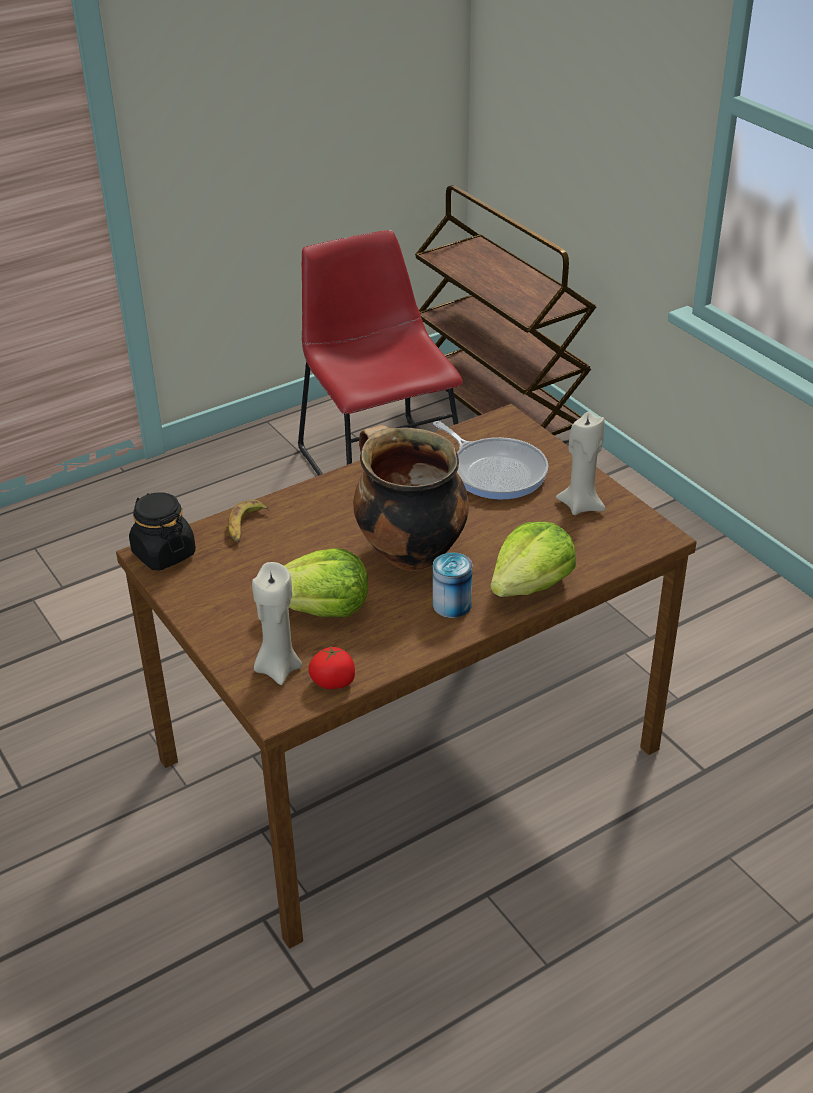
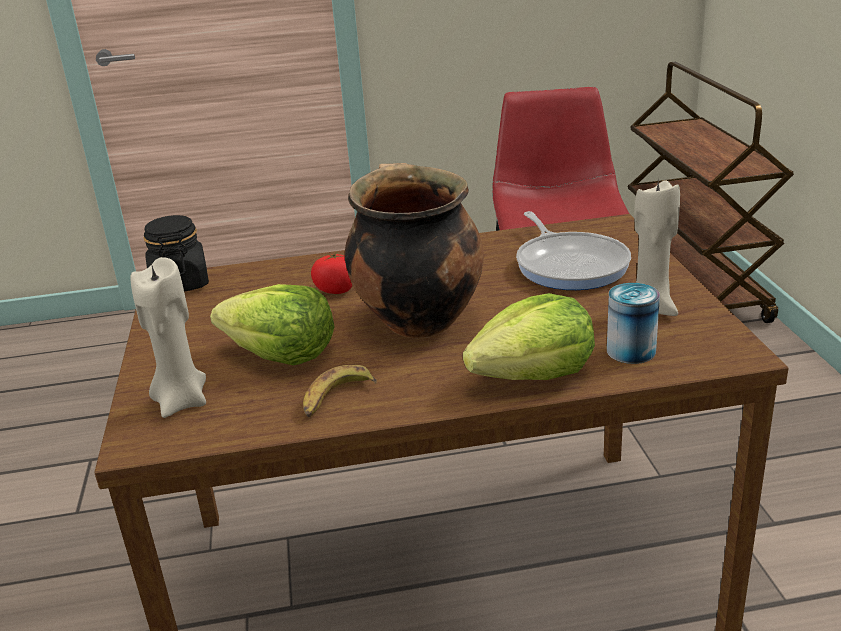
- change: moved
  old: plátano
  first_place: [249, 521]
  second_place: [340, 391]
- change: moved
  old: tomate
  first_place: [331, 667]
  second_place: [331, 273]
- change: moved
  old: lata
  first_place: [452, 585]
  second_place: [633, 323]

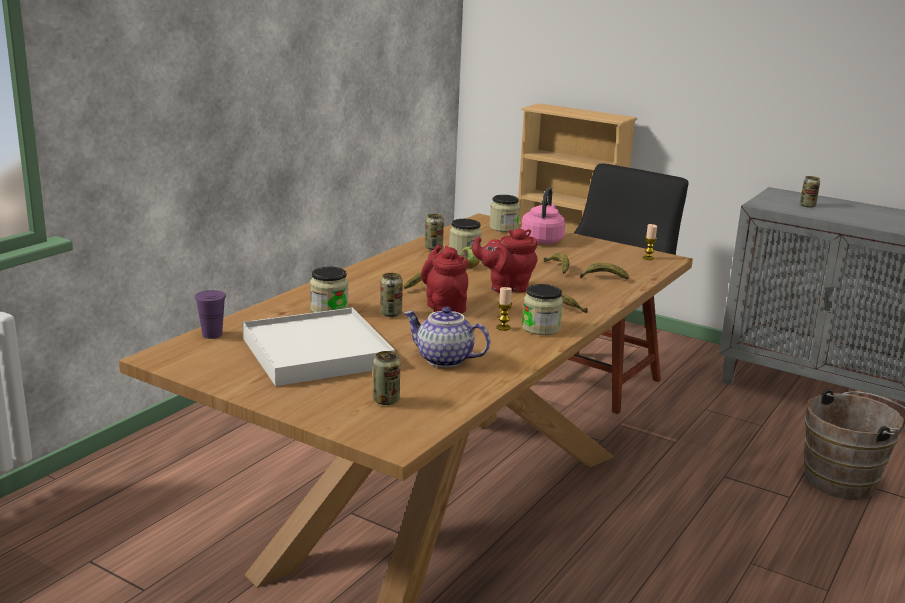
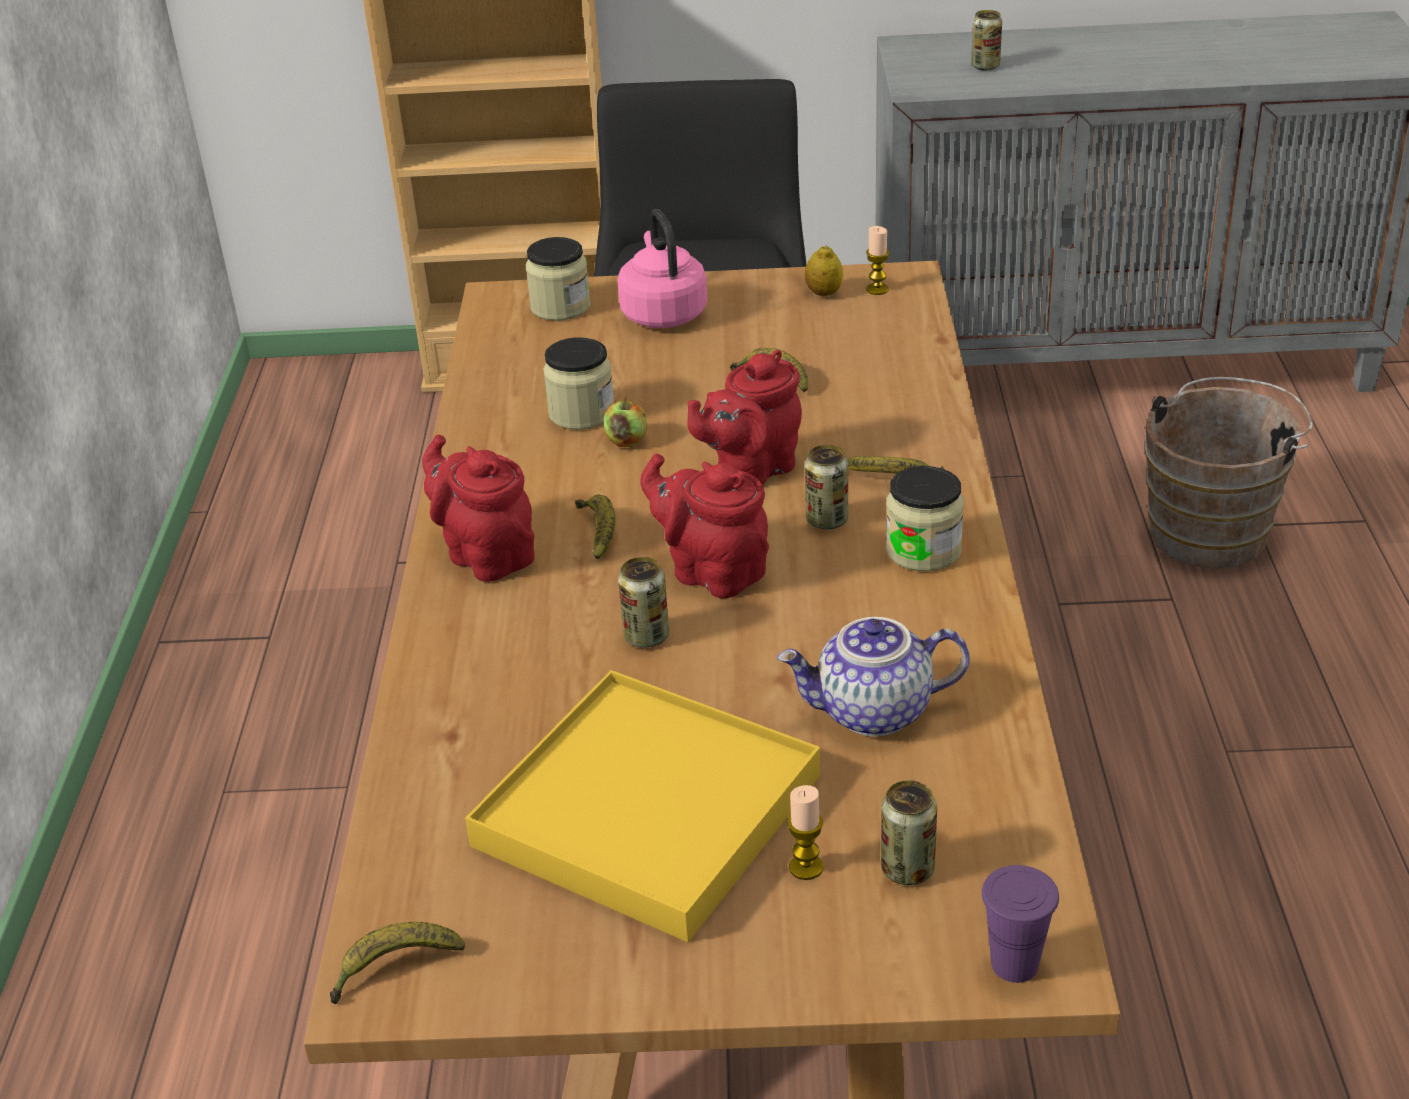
- change: removed
  old: tarro
  first_place: [329, 290]
- change: added
  new: tetera [rojo]
  second_place: [478, 508]
- change: added
  new: limón
  second_place: [824, 270]
- change: moved
  old: taza [morado]
  first_place: [210, 314]
  second_place: [1020, 924]
- change: moved
  old: lata
  first_place: [434, 232]
  second_place: [826, 487]
- change: moved
  old: vela
  first_place: [504, 309]
  second_place: [805, 832]
- change: moved
  old: plátano
  first_place: [604, 271]
  second_place: [397, 963]
- change: recoloured
  old: bandeja [blanco]
  new: bandeja [amarillo]
  first_place: [318, 347]
  second_place: [642, 806]

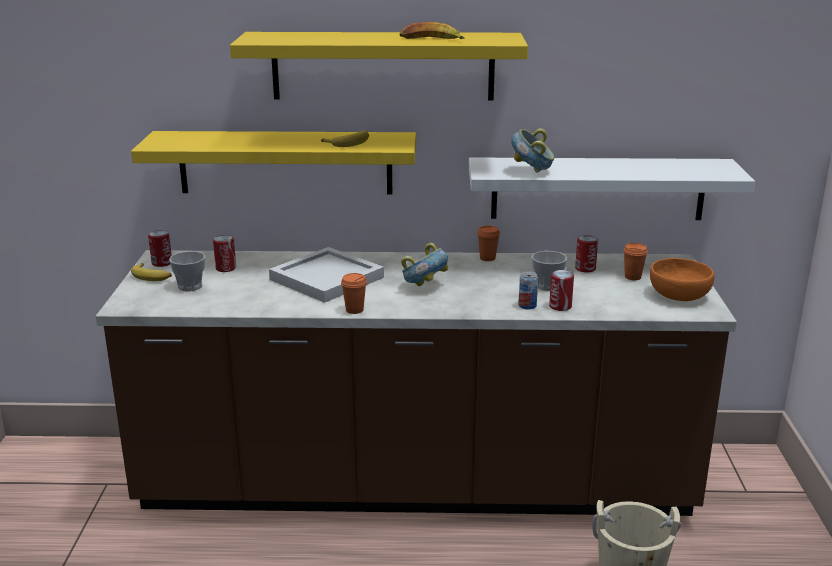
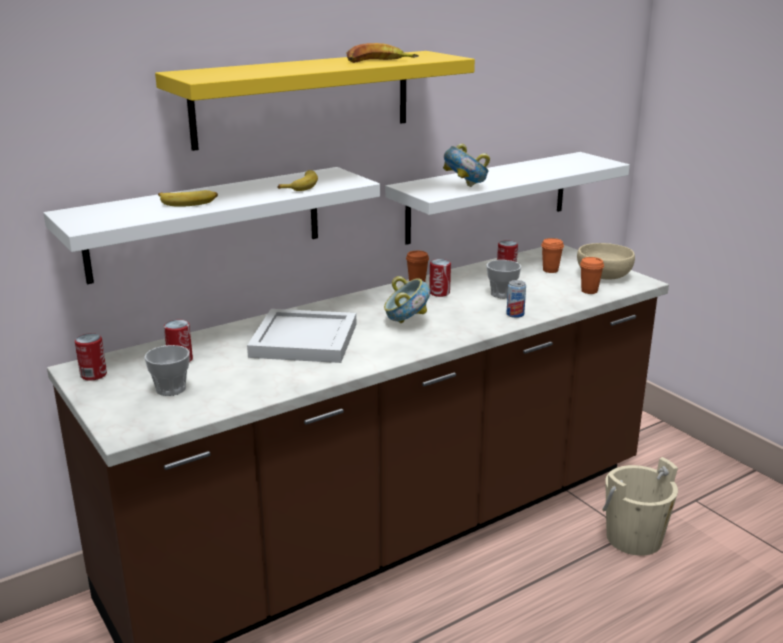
- change: moved
  old: plátano
  first_place: [151, 272]
  second_place: [188, 198]
- change: moved
  old: taza [naranja]
  first_place: [354, 293]
  second_place: [592, 275]
- change: moved
  old: lata
  first_place: [561, 290]
  second_place: [440, 278]
- change: recoloured
  old: estante [amarillo]
  new: estante [blanco]
  first_place: [273, 163]
  second_place: [212, 225]
- change: recoloured
  old: cuenco [naranja]
  new: cuenco [beis]
  first_place: [682, 279]
  second_place: [606, 261]

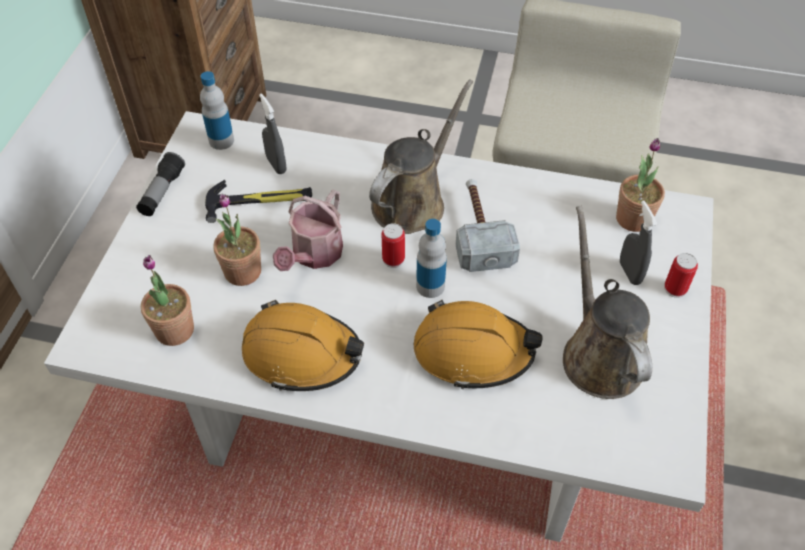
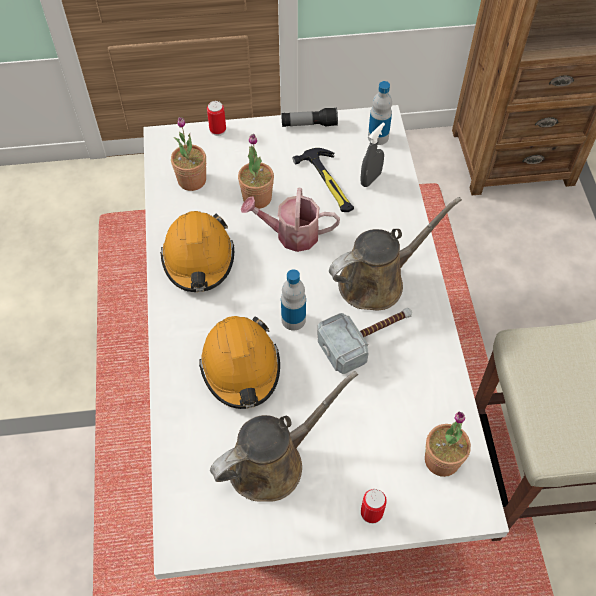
- change: removed
  old: pulverizador [gris]
  first_place: [638, 242]
- change: moved
  old: lata
  first_place: [393, 245]
  second_place: [216, 118]
- change: turned
  old: regadera [marrón]
  first_place: [421, 156]
  second_place: [395, 254]
  degrees: -45

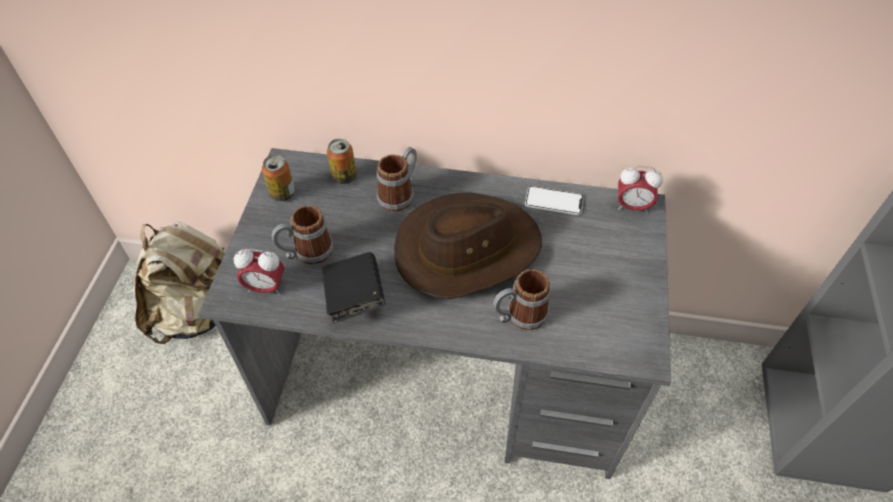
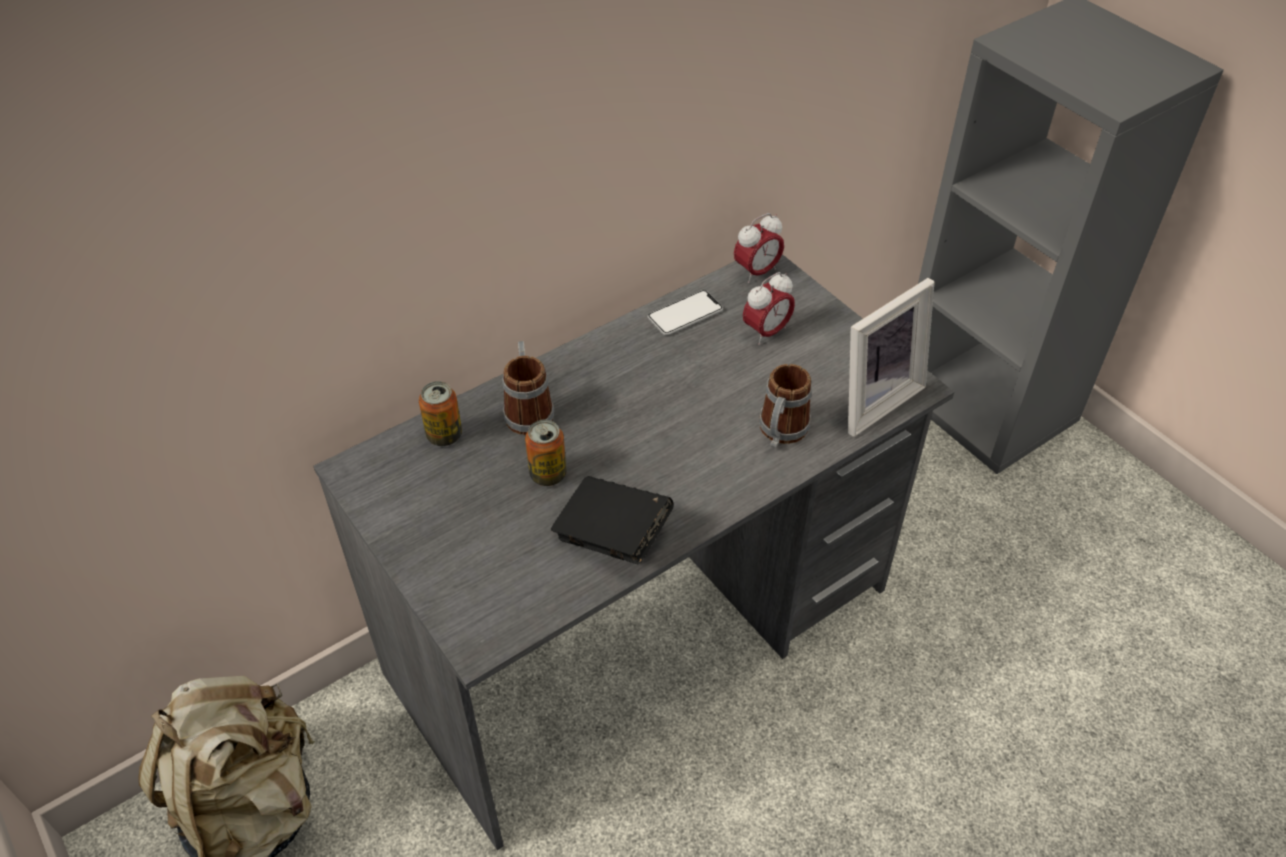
- change: removed
  old: taza grande
  first_place: [303, 234]
- change: removed
  old: sombrero [marrón]
  first_place: [468, 245]
- change: added
  new: portarretratos
  second_place: [891, 357]
- change: moved
  old: despertador
  first_place: [259, 272]
  second_place: [769, 308]
- change: moved
  old: lata
  first_place: [278, 178]
  second_place: [546, 453]

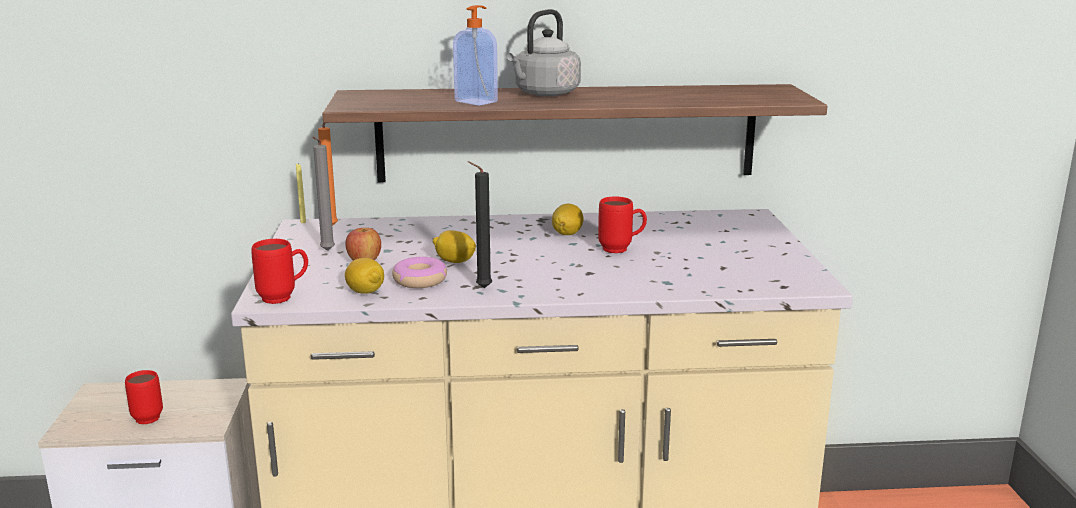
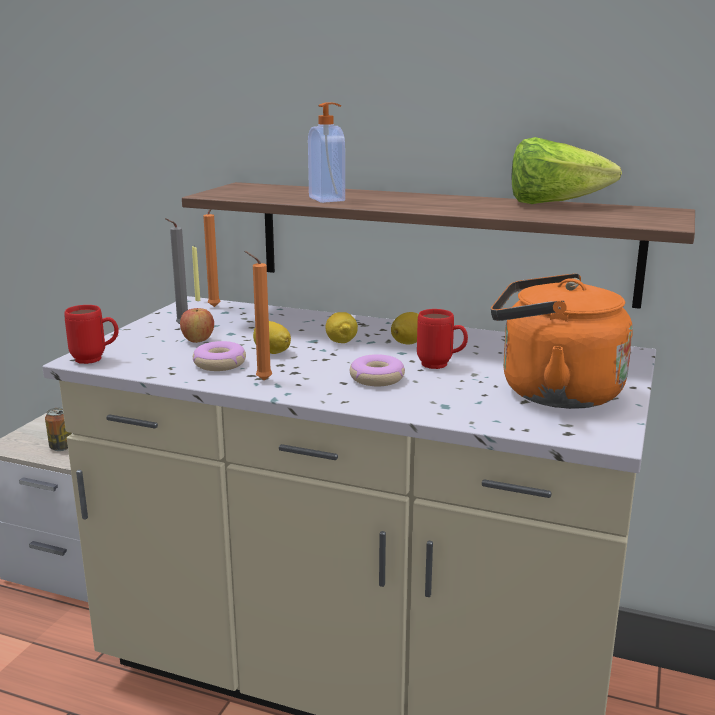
- change: removed
  old: hervidor [gris]
  first_place: [544, 52]
- change: added
  new: rosquilla
  second_place: [377, 370]
- change: added
  new: hervidor [naranja]
  second_place: [562, 341]
- change: added
  new: lechuga
  second_place: [566, 170]
- change: moved
  old: limón
  first_place: [364, 276]
  second_place: [341, 327]
- change: replaced
  old: taza grande [rojo]
  new: lata
  first_place: [144, 397]
  second_place: [58, 429]
- change: recoloured
  old: vela [negro]
  new: vela [naranja]
  first_place: [480, 224]
  second_place: [258, 316]

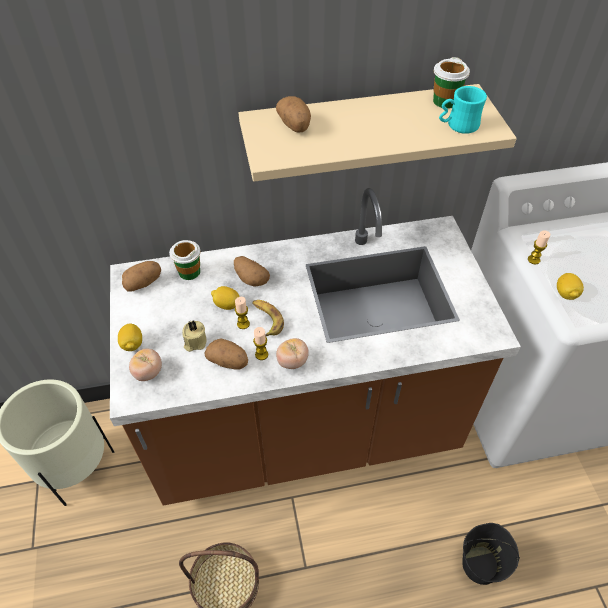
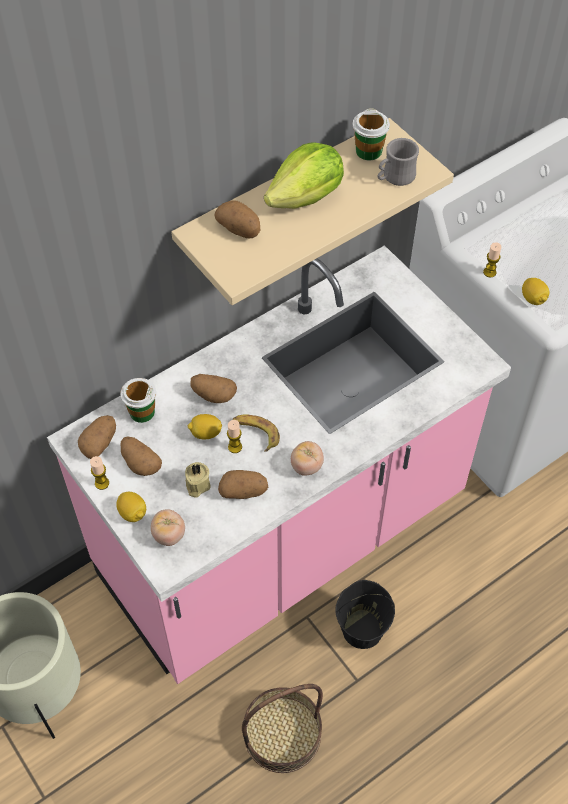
- change: added
  new: patata
  second_place: [141, 456]
- change: added
  new: lechuga
  second_place: [304, 175]
- change: moved
  old: vela
  first_place: [260, 343]
  second_place: [99, 473]
- change: moved
  old: cubo [negro]
  first_place: [491, 554]
  second_place: [365, 614]
- change: recoloured
  old: mueble bajo de cocina [marrón]
  new: mueble bajo de cocina [rosa]
  first_place: [315, 347]
  second_place: [279, 464]
- change: recoloured
  old: taza grande [turquesa]
  new: taza grande [gris]
  first_place: [463, 110]
  second_place: [398, 162]

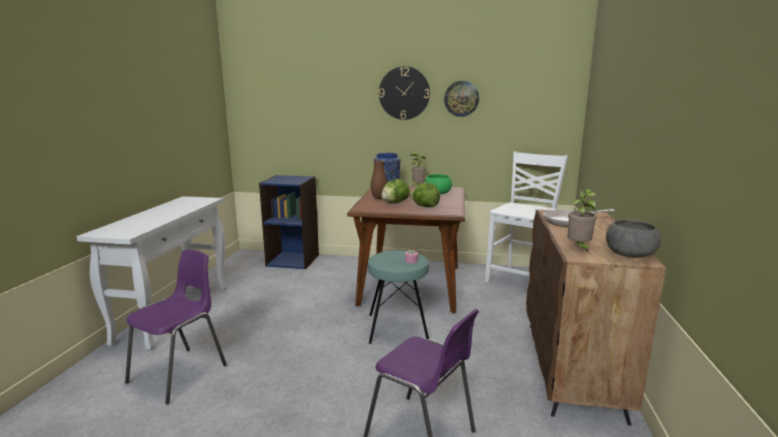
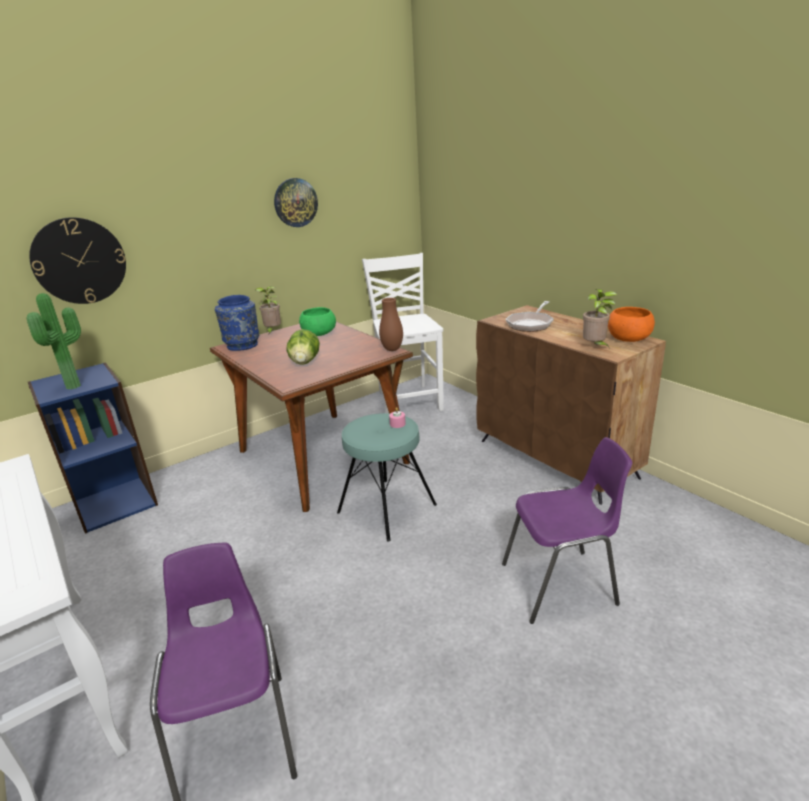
- change: removed
  old: lechuga
  first_place: [425, 194]
- change: added
  new: planta en maceta
  second_place: [54, 341]
- change: moved
  old: florero [marrón]
  first_place: [378, 179]
  second_place: [391, 324]
- change: moved
  old: reloj de pared
  first_place: [404, 93]
  second_place: [77, 260]
- change: recoloured
  old: cuenco [gris]
  new: cuenco [naranja]
  first_place: [633, 239]
  second_place: [631, 324]

